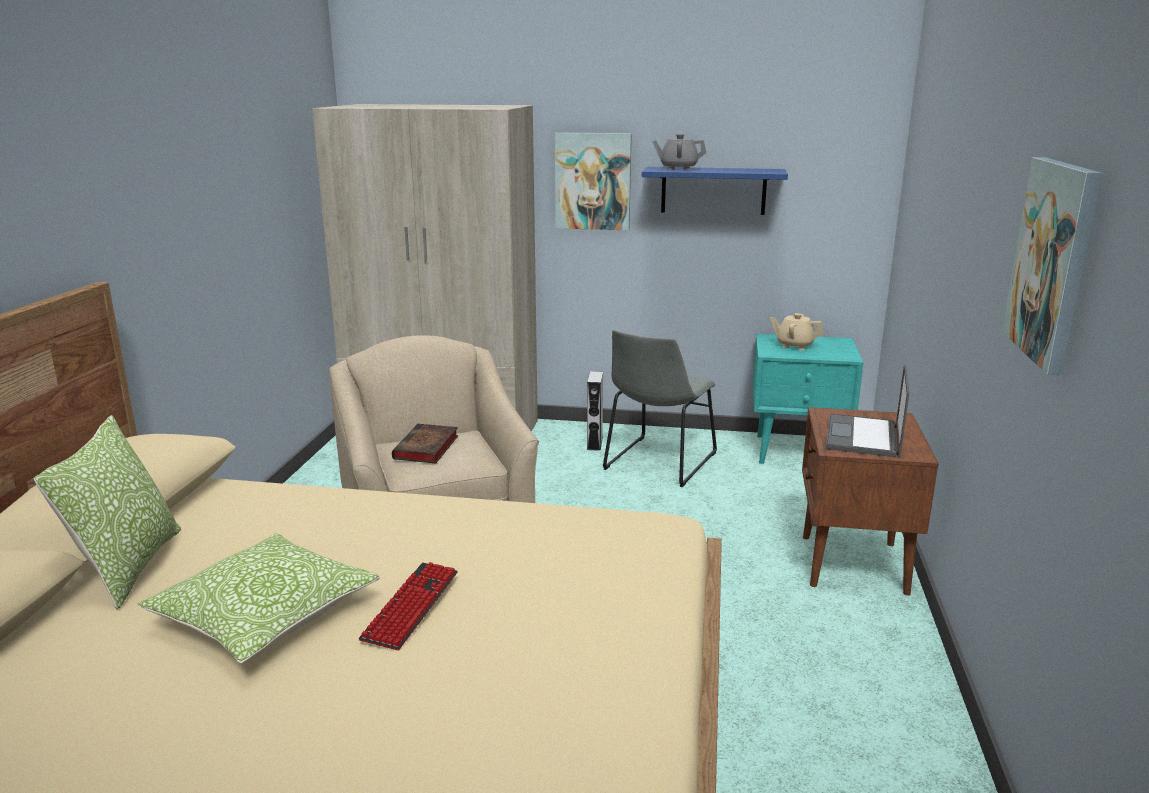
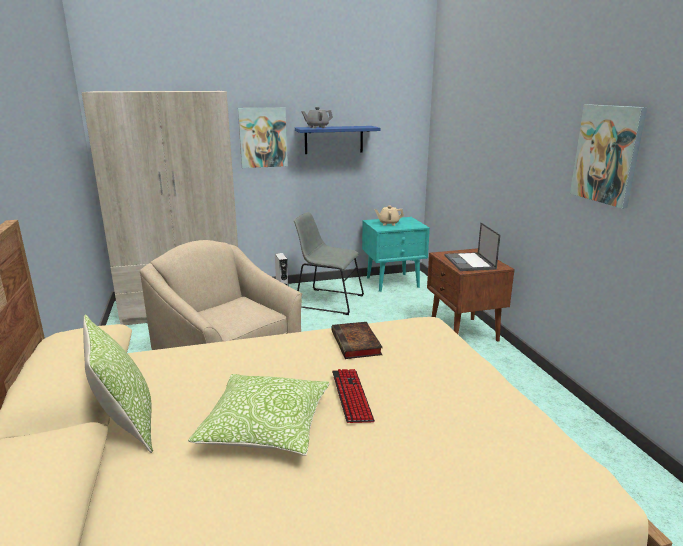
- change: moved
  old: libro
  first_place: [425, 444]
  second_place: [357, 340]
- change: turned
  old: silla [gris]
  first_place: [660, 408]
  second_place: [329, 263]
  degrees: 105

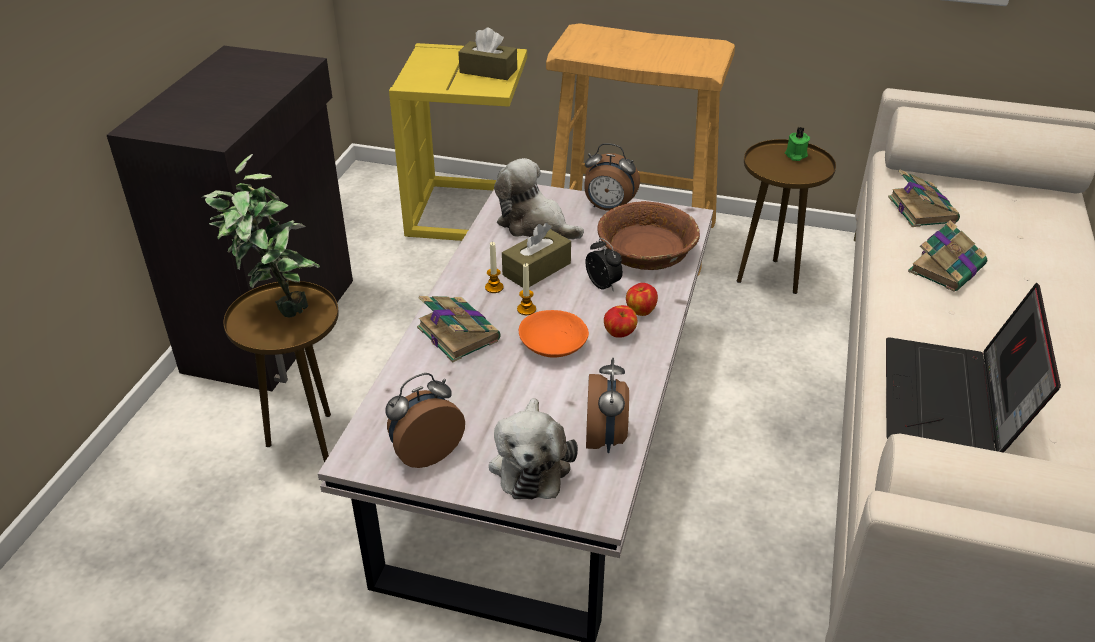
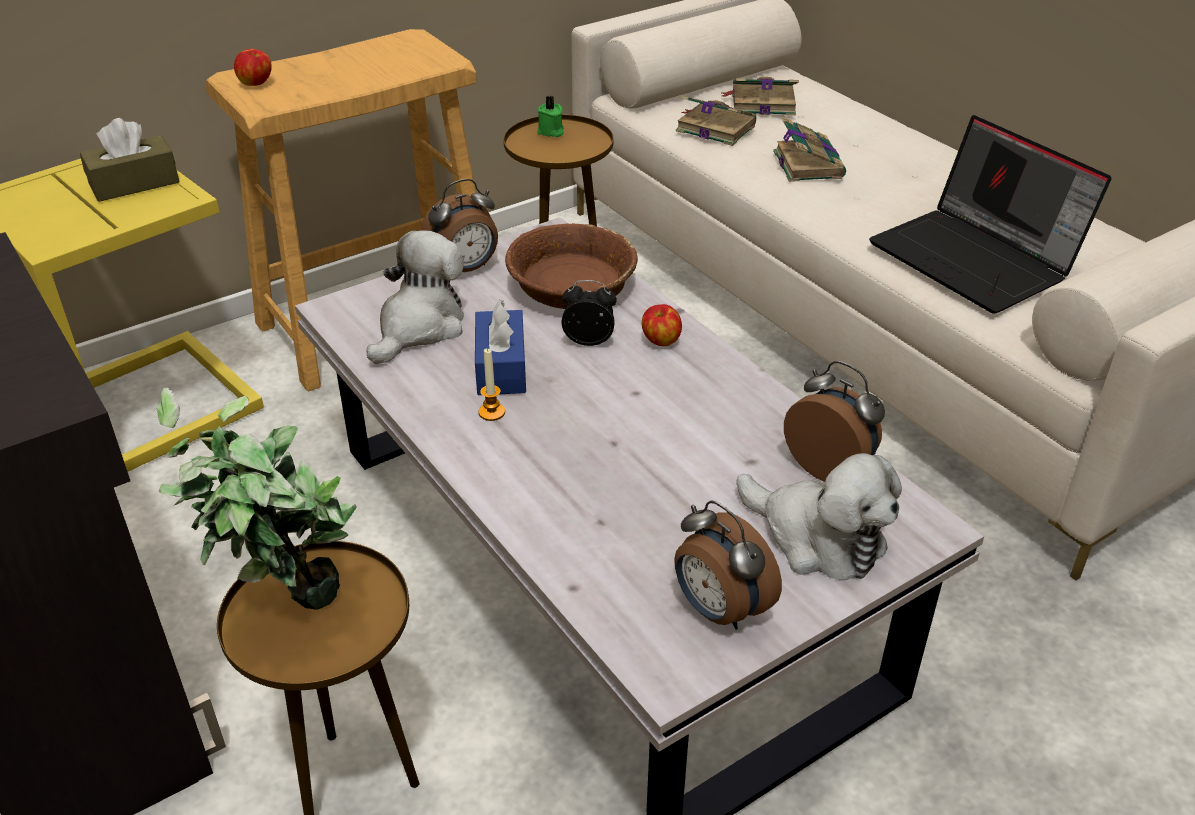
- change: removed
  old: vela
  first_place: [526, 289]
- change: removed
  old: cuenco [naranja]
  first_place: [554, 334]
- change: moved
  old: libro
  first_place: [459, 329]
  second_place: [760, 96]
- change: moved
  old: manzana
  first_place: [620, 321]
  second_place: [253, 67]
- change: recoloured
  old: caja de pañuelos [marrón]
  new: caja de pañuelos [azul]
  first_place: [536, 255]
  second_place: [500, 347]
- change: turned
  old: despertador
  first_place: [425, 420]
  second_place: [728, 565]
  degrees: -45
- change: turned
  old: peluche
  first_place: [539, 199]
  second_place: [415, 297]
  degrees: 135

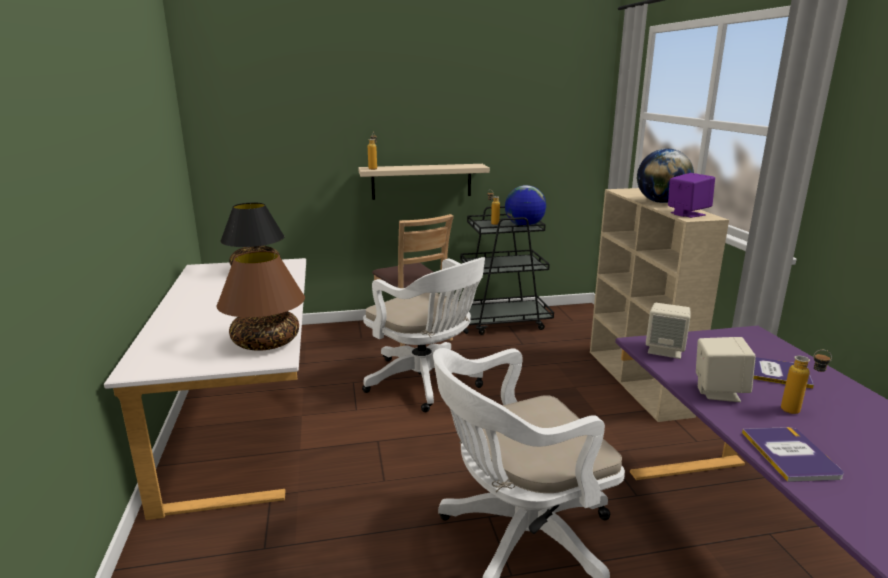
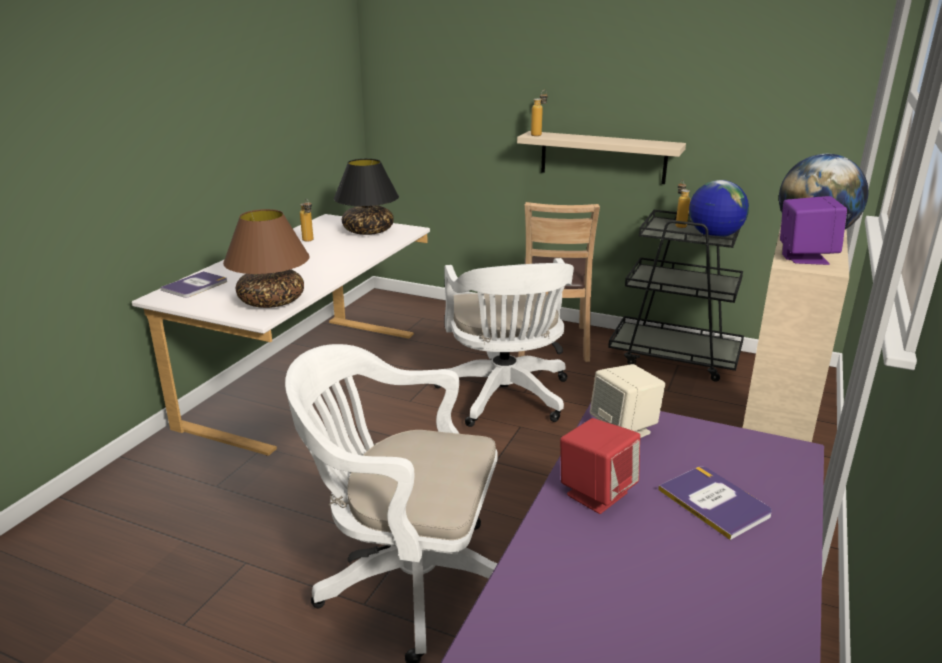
- change: moved
  old: libro
  first_place: [793, 454]
  second_place: [193, 284]
- change: moved
  old: botella
  first_place: [806, 382]
  second_place: [307, 220]
- change: recoloured
  old: altavoz [beis]
  new: altavoz [rojo]
  first_place: [726, 369]
  second_place: [600, 466]

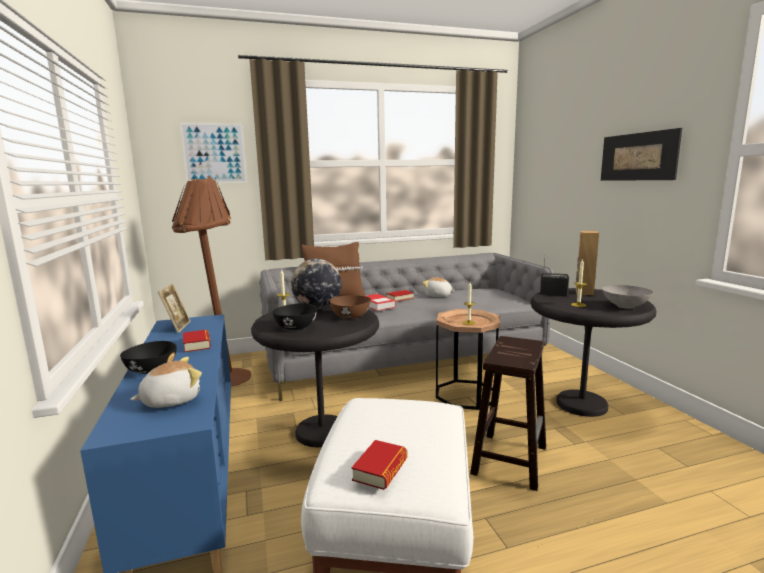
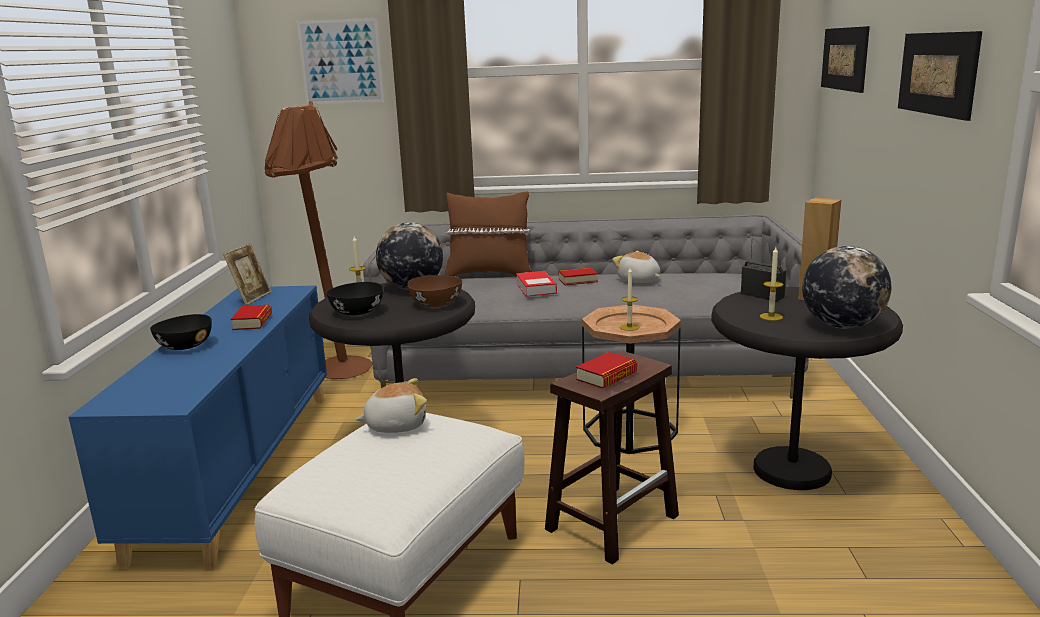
- change: added
  new: cuadro
  second_place: [845, 59]
- change: moved
  old: peluche
  first_place: [166, 382]
  second_place: [391, 405]
- change: moved
  old: libro
  first_place: [379, 465]
  second_place: [606, 370]
- change: replaced
  old: cuenco [gris]
  new: globo terráqueo
  first_place: [627, 297]
  second_place: [846, 287]

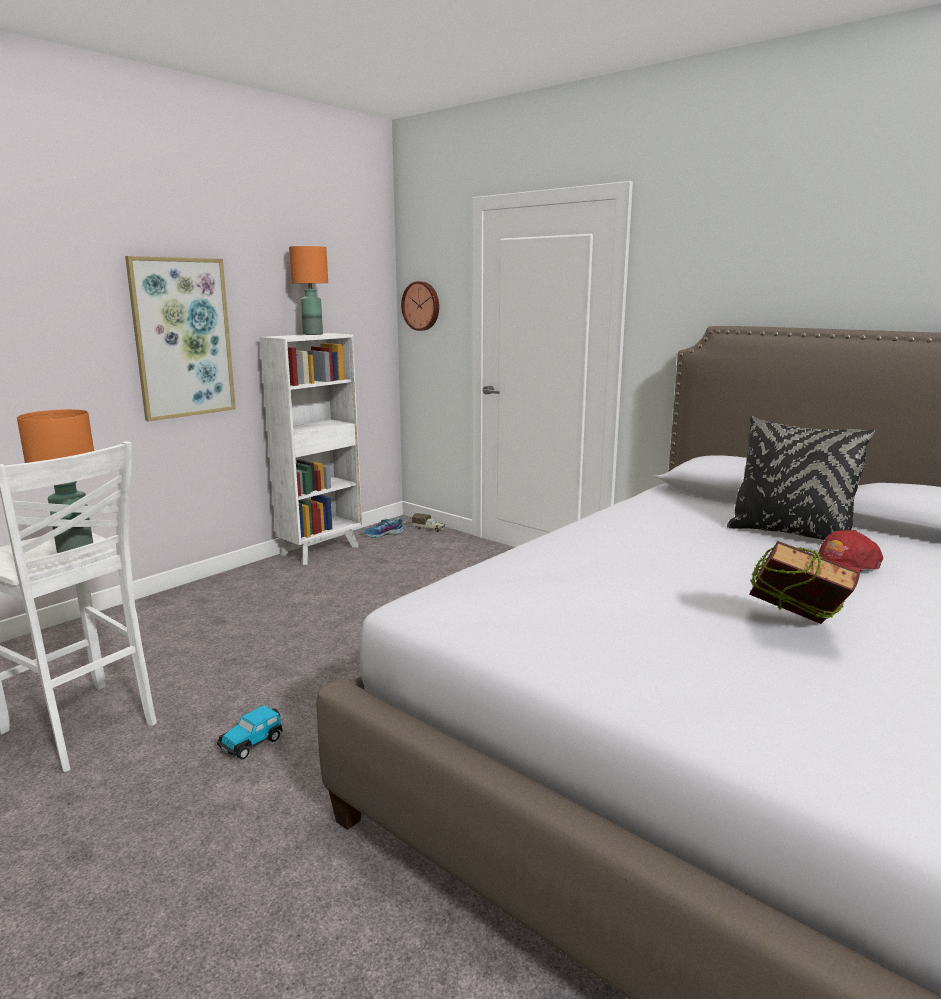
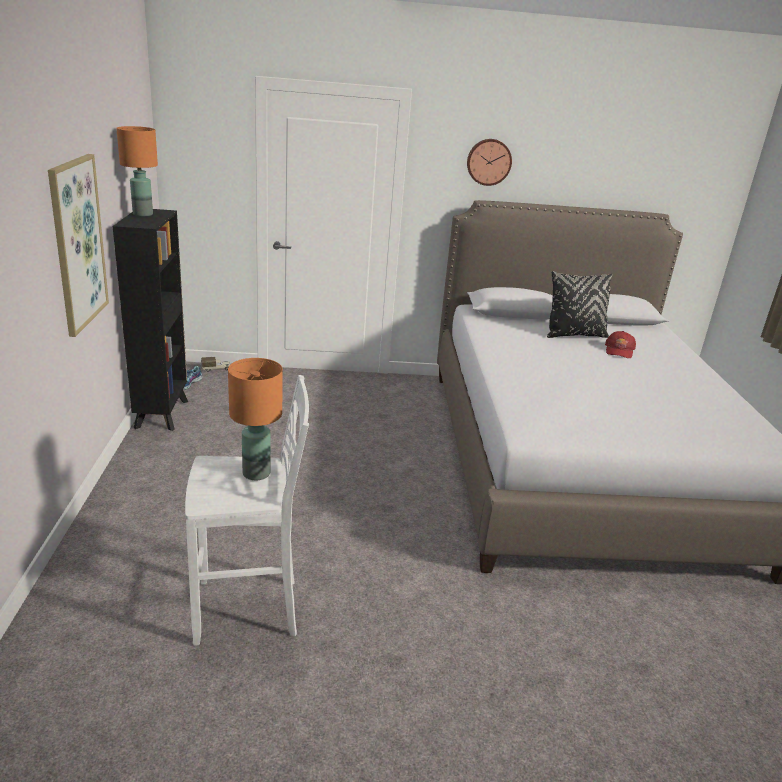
- change: removed
  old: coche de juguete
  first_place: [250, 732]
- change: removed
  old: libro
  first_place: [804, 582]
- change: moved
  old: reloj de pared
  first_place: [420, 306]
  second_place: [489, 162]
- change: recoloured
  old: estantería [blanco]
  new: estantería [negro]
  first_place: [311, 449]
  second_place: [150, 320]

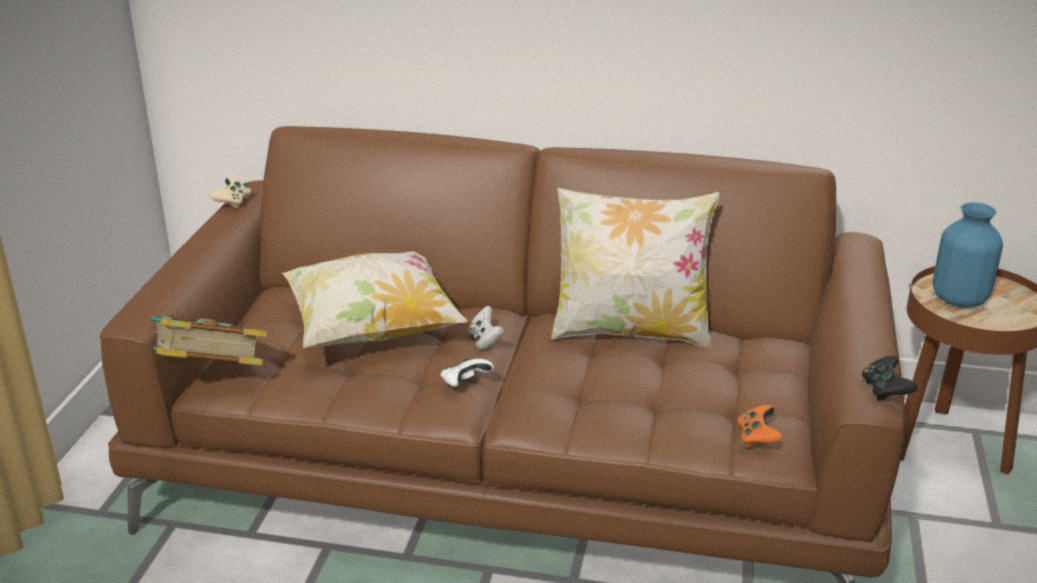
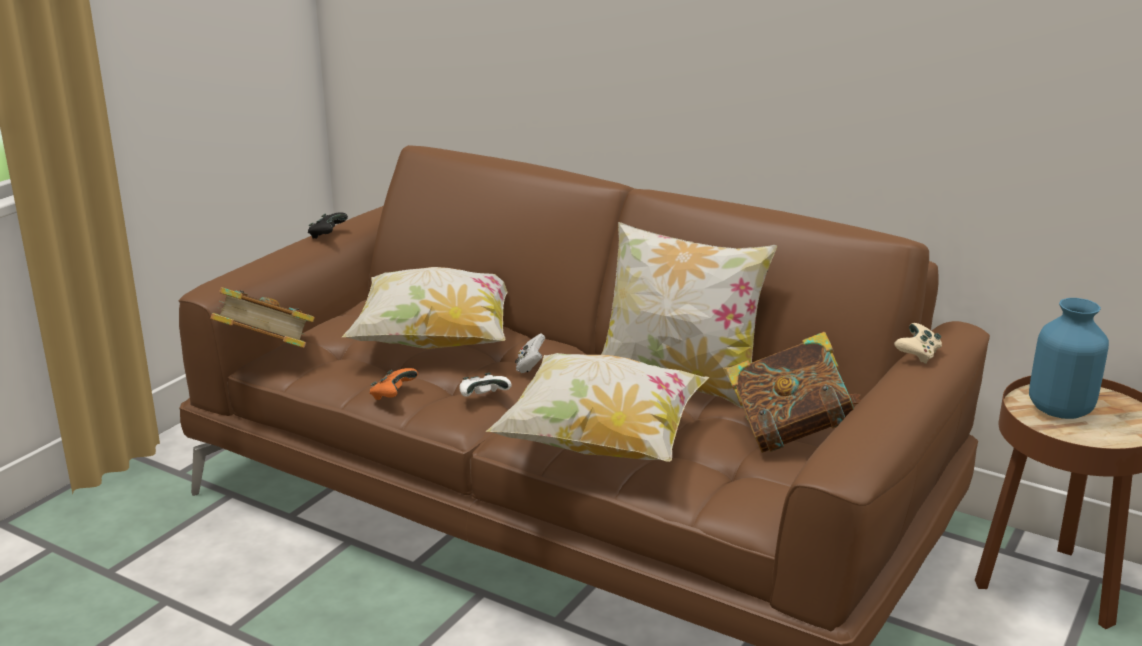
- change: added
  new: cojín
  second_place: [597, 407]
- change: added
  new: libro
  second_place: [793, 392]
- change: moved
  old: mando de consola [beis]
  first_place: [230, 192]
  second_place: [918, 343]
- change: moved
  old: mando de consola [naranja]
  first_place: [760, 426]
  second_place: [394, 384]
- change: moved
  old: mando de consola [negro]
  first_place: [890, 378]
  second_place: [328, 225]

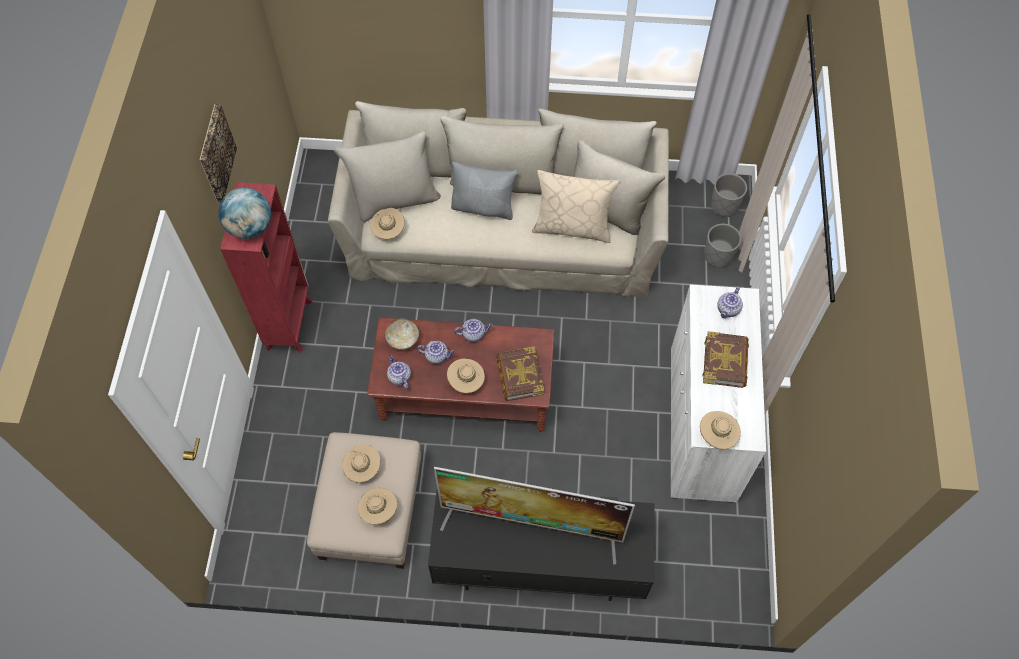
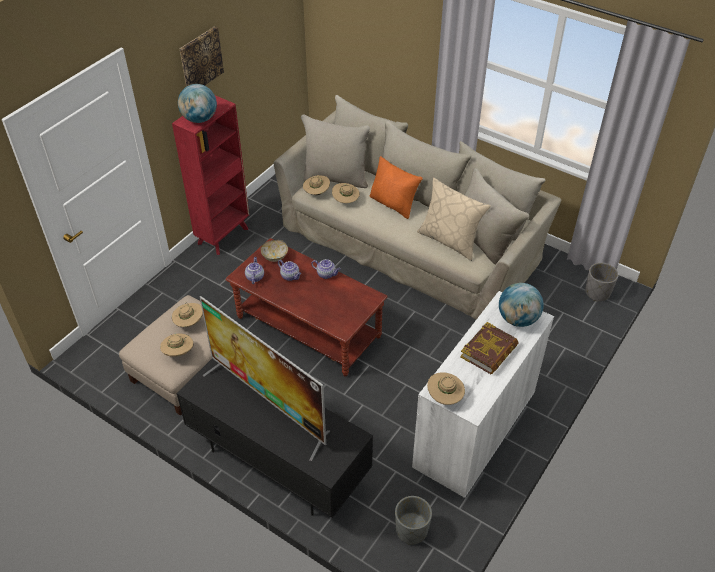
- change: removed
  old: libro
  first_place: [520, 374]
- change: moved
  old: sombrero [beis]
  first_place: [466, 376]
  second_place: [346, 193]
- change: moved
  old: maceta [gris]
  first_place: [722, 246]
  second_place: [413, 520]
- change: replaced
  old: tetera
  new: globo terráqueo
  first_place: [730, 302]
  second_place: [521, 305]
- change: recoloured
  old: cojín [gris]
  new: cojín [naranja]
  first_place: [484, 191]
  second_place: [396, 187]

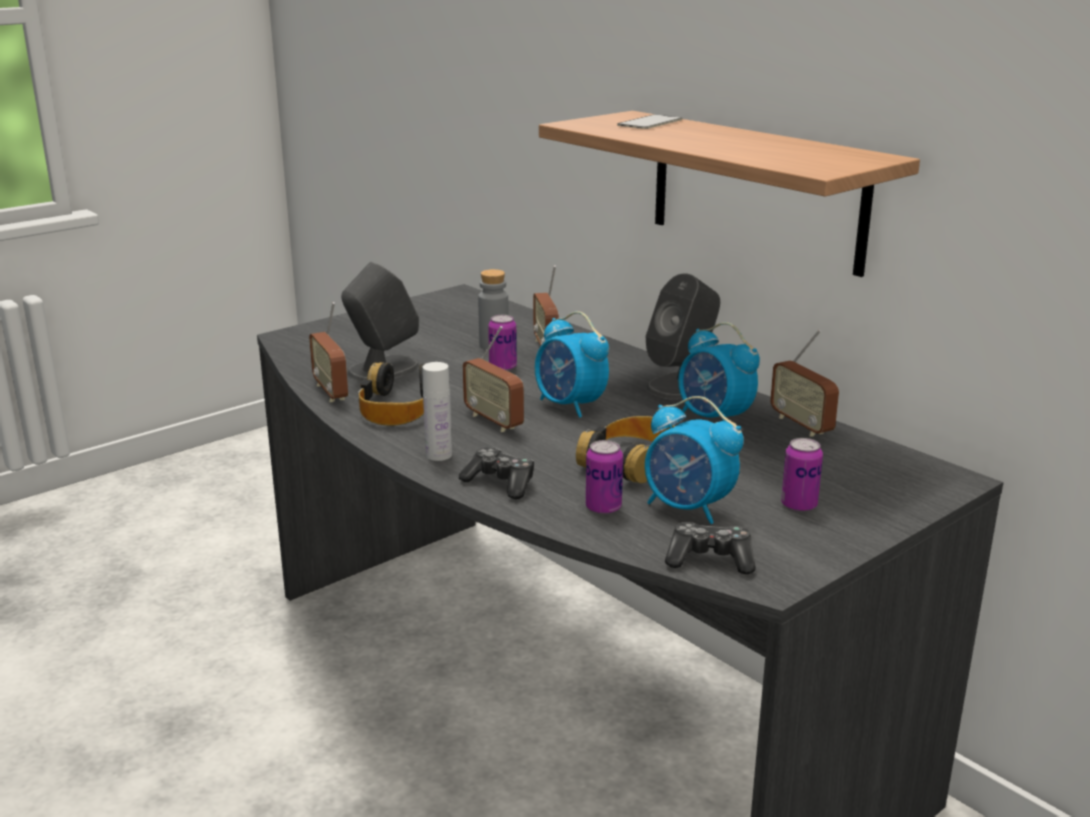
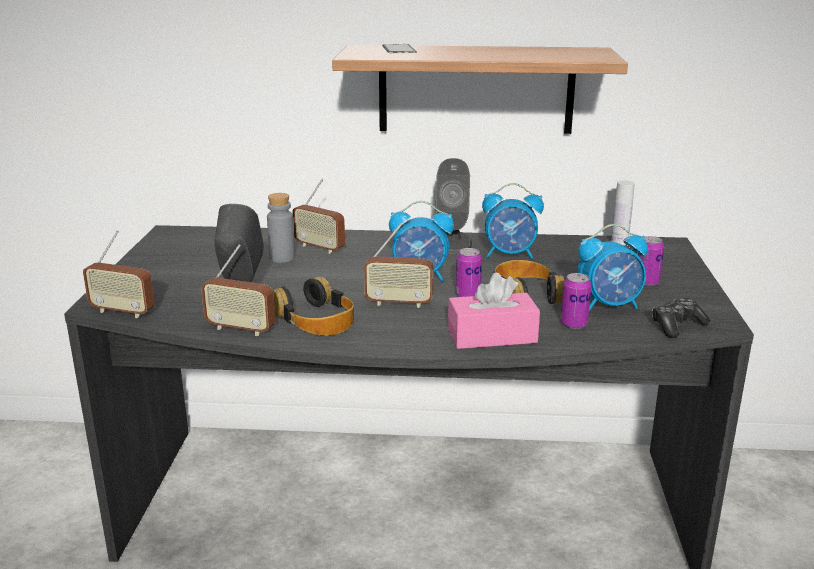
- change: moved
  old: botella [blanco]
  first_place: [437, 411]
  second_place: [623, 213]
- change: moved
  old: lata
  first_place: [502, 343]
  second_place: [469, 272]
- change: moved
  old: radio
  first_place: [804, 383]
  second_place: [119, 274]
- change: replaced
  old: mando de consola
  new: caja de pañuelos [rosa]
  first_place: [496, 473]
  second_place: [494, 310]

